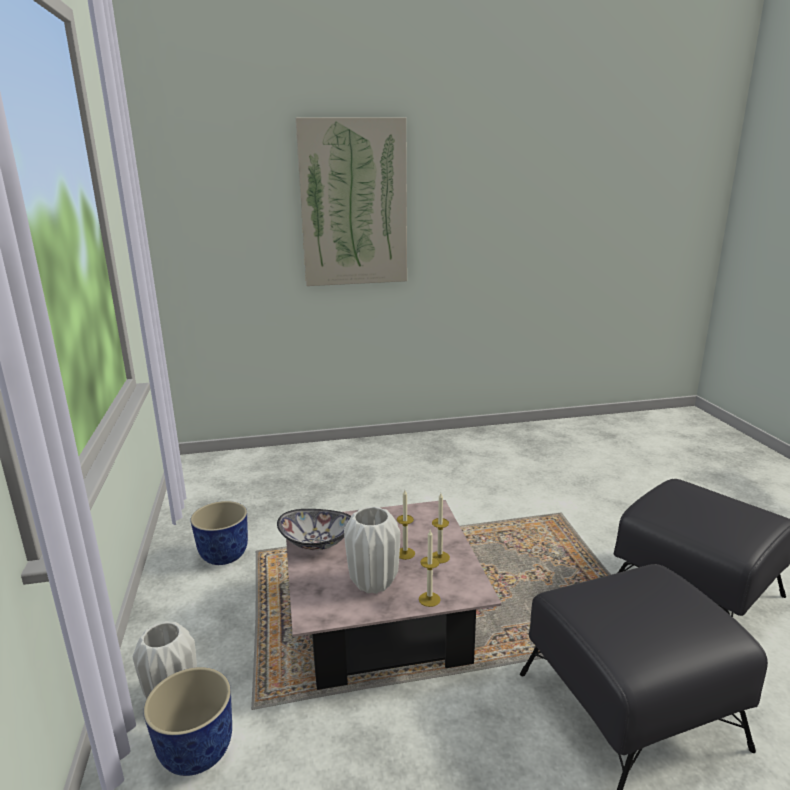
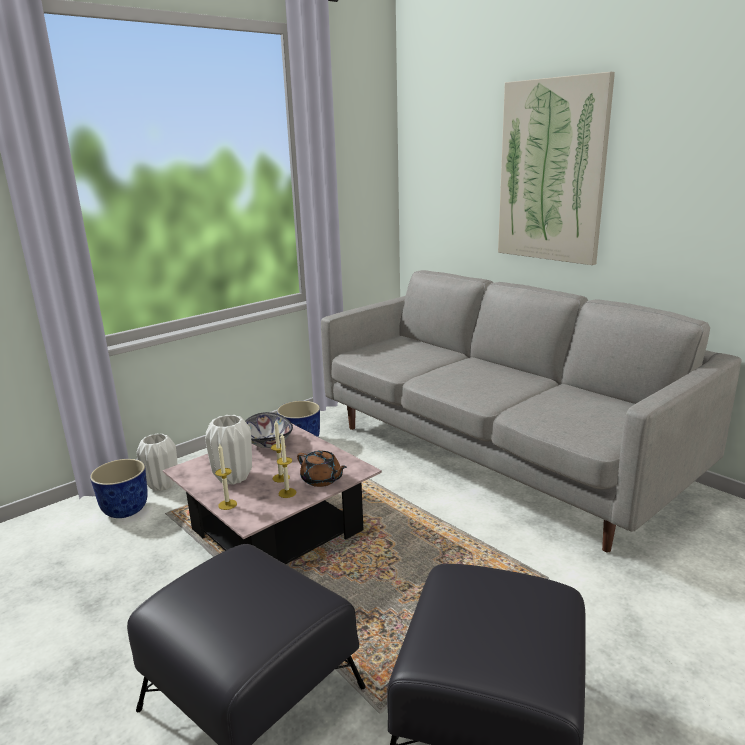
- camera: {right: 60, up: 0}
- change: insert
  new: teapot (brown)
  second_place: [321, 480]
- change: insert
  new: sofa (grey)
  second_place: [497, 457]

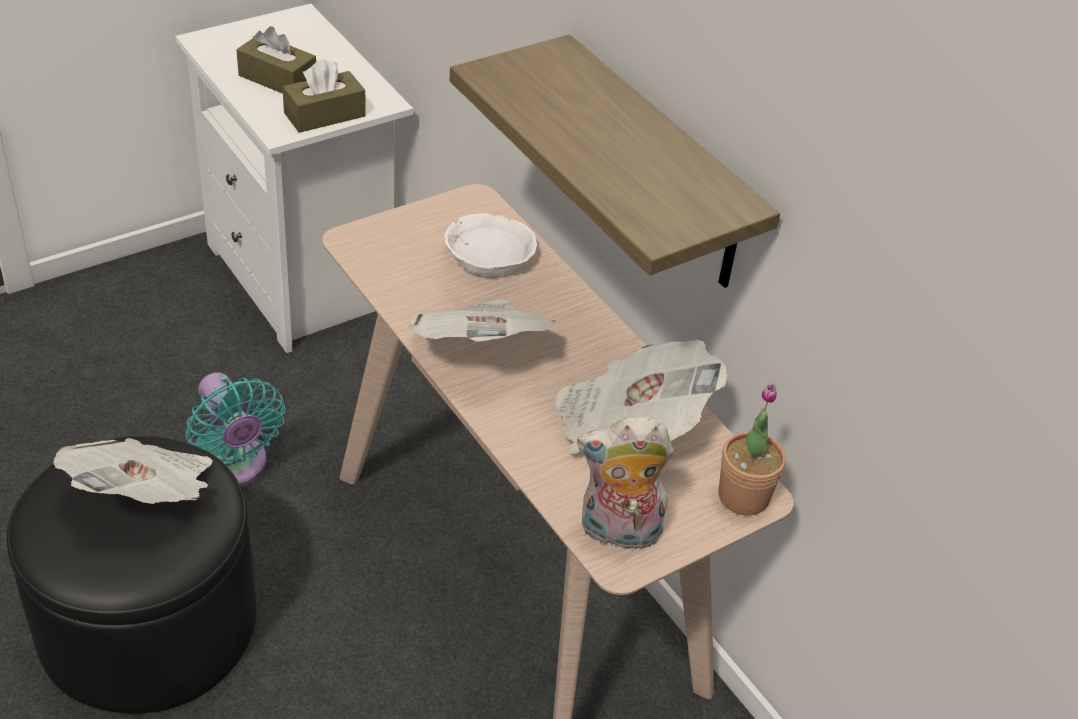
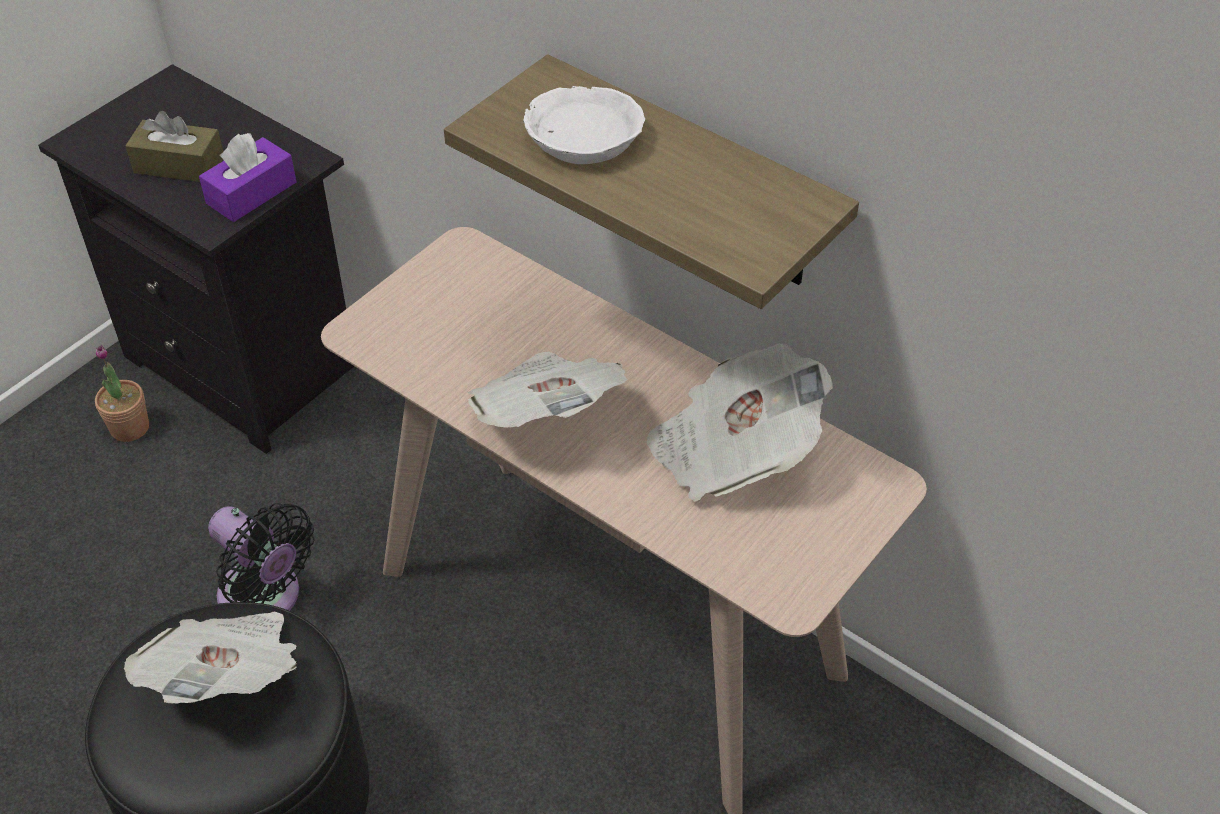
- camera: {right: -15, up: 5}
- change: recolor
  old: nightstand (white)
  new: nightstand (black)
  first_place: [304, 278]
  second_place: [248, 364]
- change: move
  old: potted plant
  first_place: [743, 496]
  second_place: [130, 428]
- change: recolor
  old: tissue box (brown)
  new: tissue box (purple)
  first_place: [324, 115]
  second_place: [251, 193]
- change: recolor
  old: fan (turquoise)
  new: fan (black)
  first_place: [233, 467]
  second_place: [265, 599]
- change: move
  old: bowl (white)
  first_place: [490, 254]
  second_place: [584, 136]
- change: delete
  old: plush toy
  first_place: [618, 533]

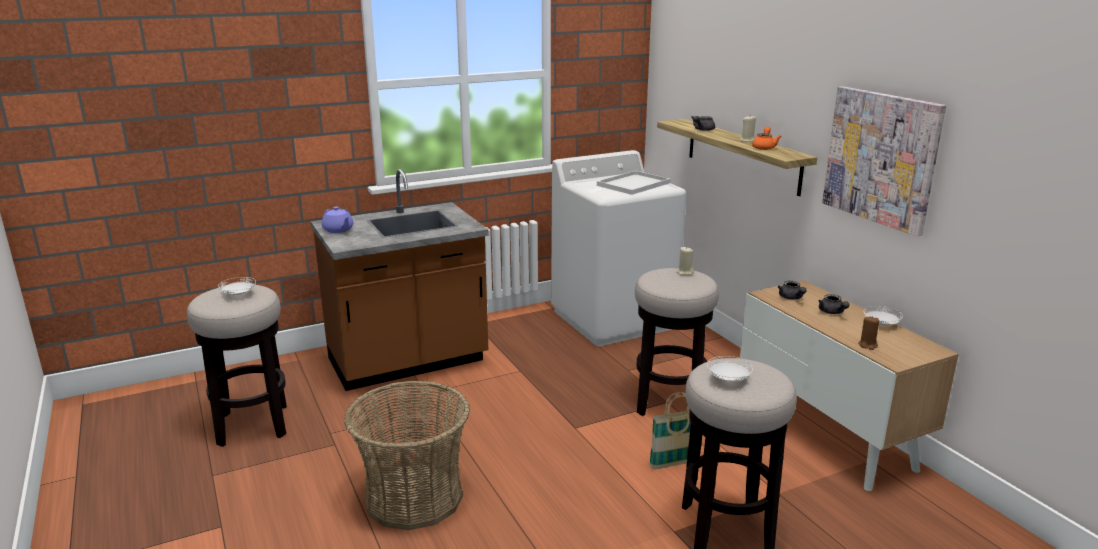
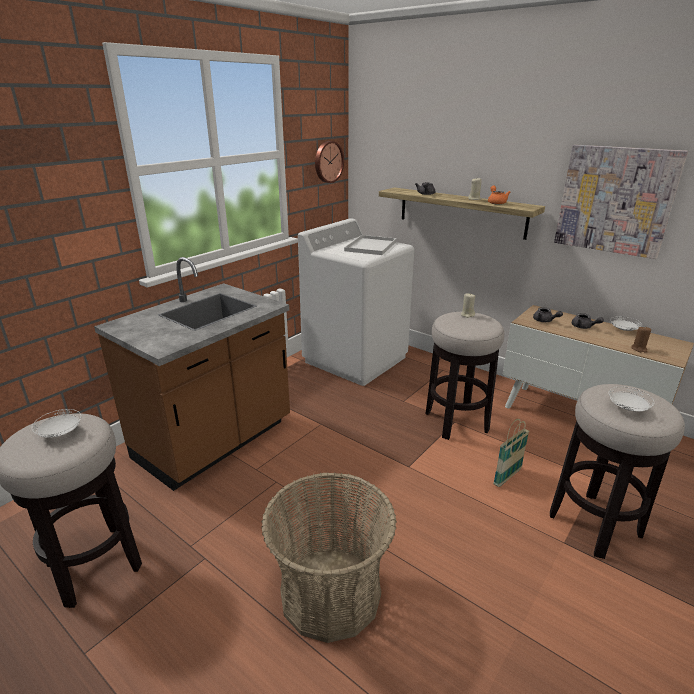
- camera: {right: -25, up: 5}
- change: insert
  new: wall clock
  second_place: [328, 162]
- change: delete
  old: teapot (purple)
  first_place: [338, 230]

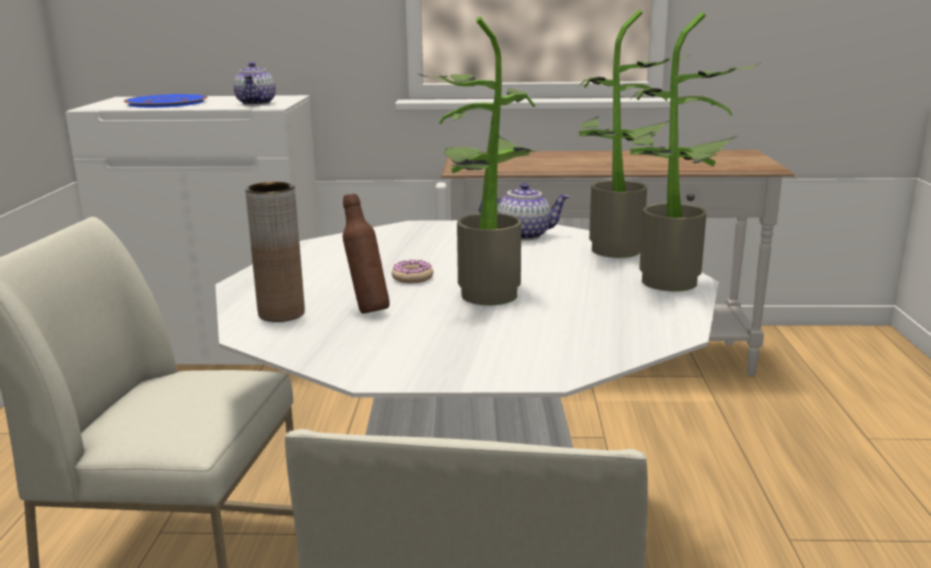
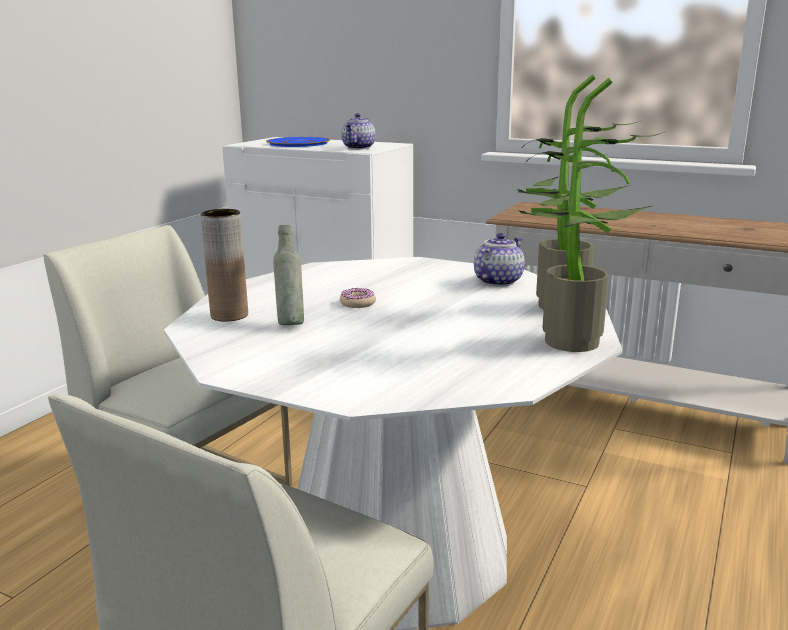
- camera: {right: 25, up: 0}
- change: recolor
  old: bottle (brown)
  new: bottle (grey)
  first_place: [367, 310]
  second_place: [290, 323]
- change: rotate
  old: teapot
  first_place: [524, 235]
  second_place: [497, 281]
  degrees: -75
- change: delete
  old: potted plant
  first_place: [484, 292]

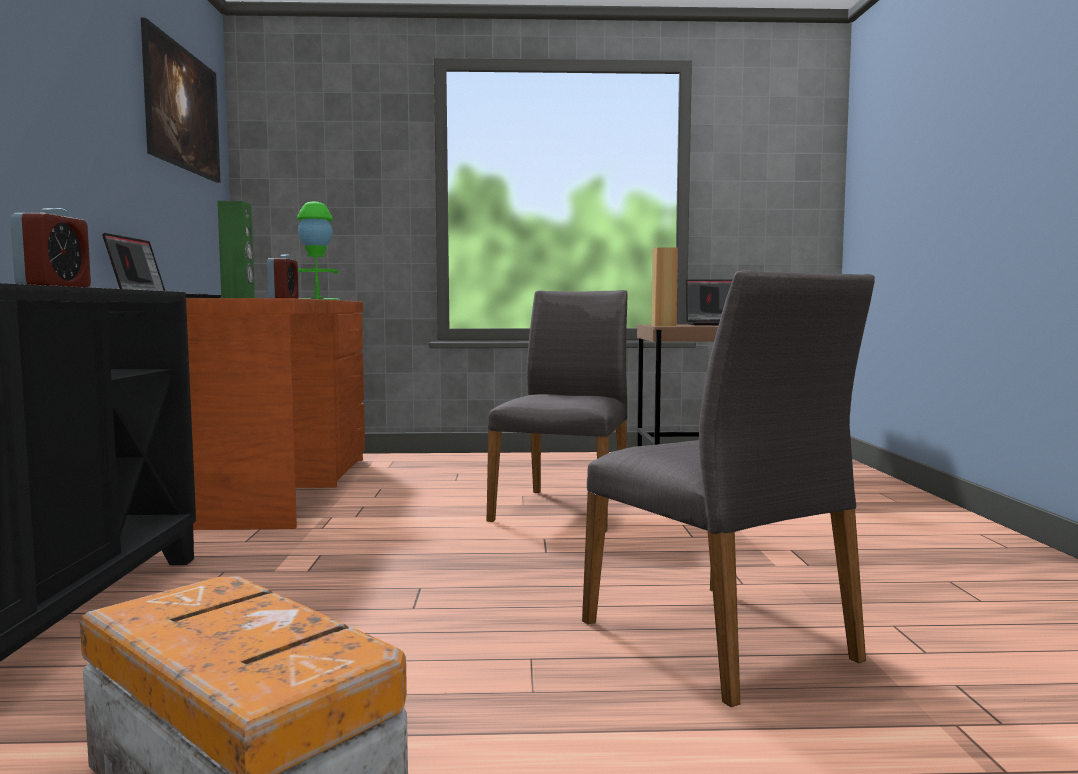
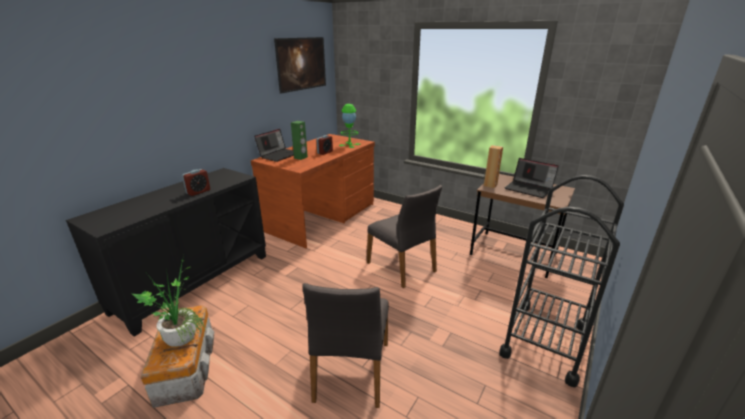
- camera: {right: 35, up: 20}
- change: insert
  new: potted plant
  second_place: [181, 336]
- change: rotate
  old: chair (grey)
  first_place: [564, 509]
  second_place: [402, 267]
  degrees: 90
- change: insert
  new: cart (black)
  second_place: [545, 340]

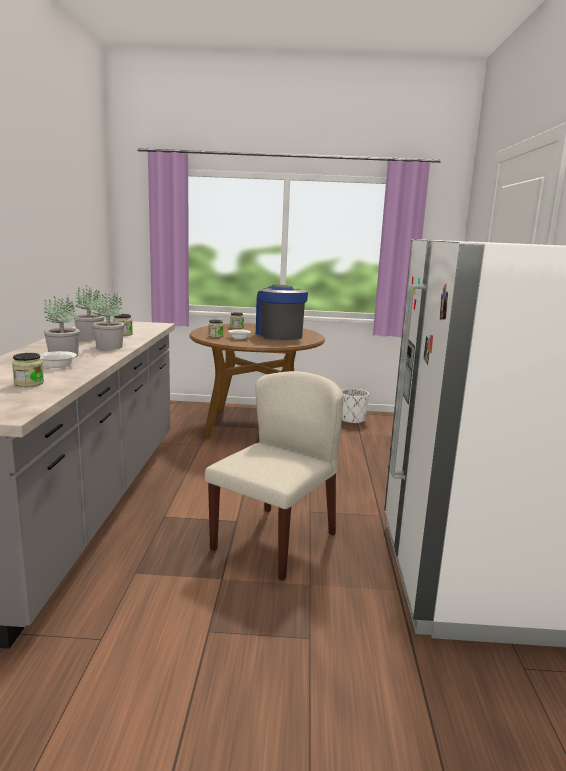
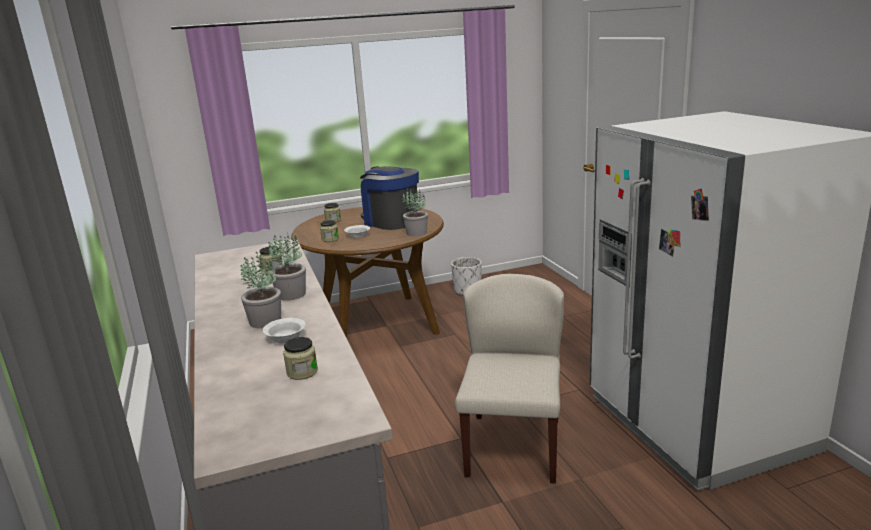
- camera: {right: -20, up: 5}
- change: move
  old: potted plant
  first_place: [89, 337]
  second_place: [416, 233]

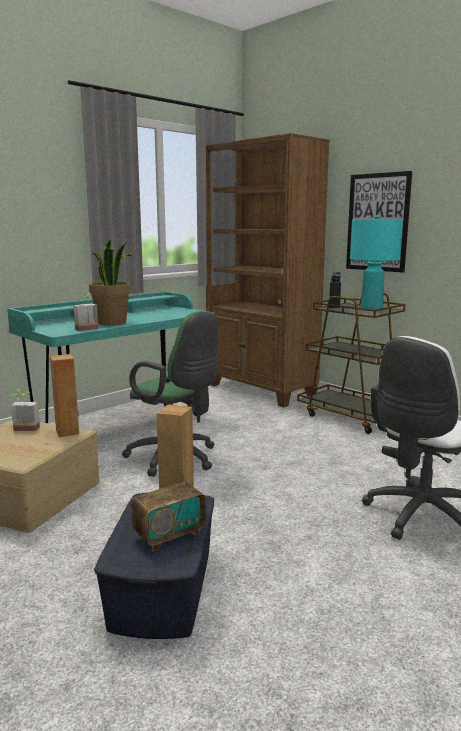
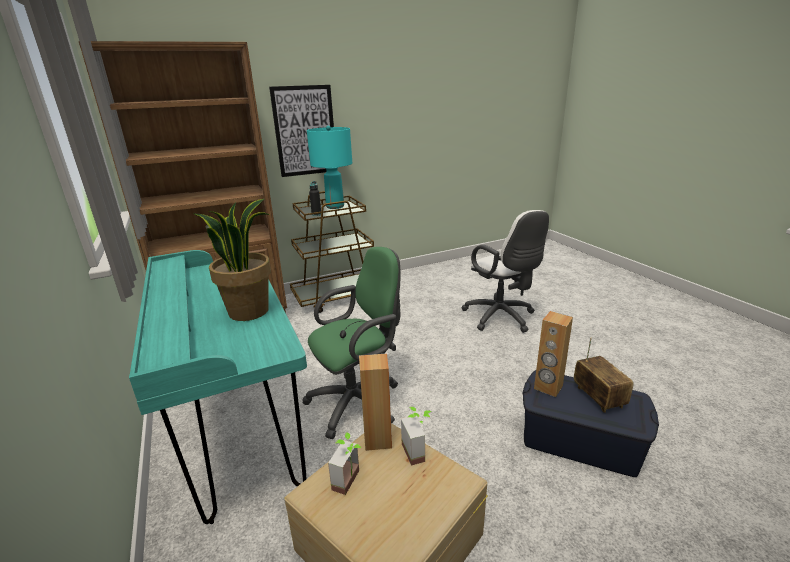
- camera: {right: -70, up: 10}
- change: move
  old: potted plant
  first_place: [88, 329]
  second_place: [418, 451]

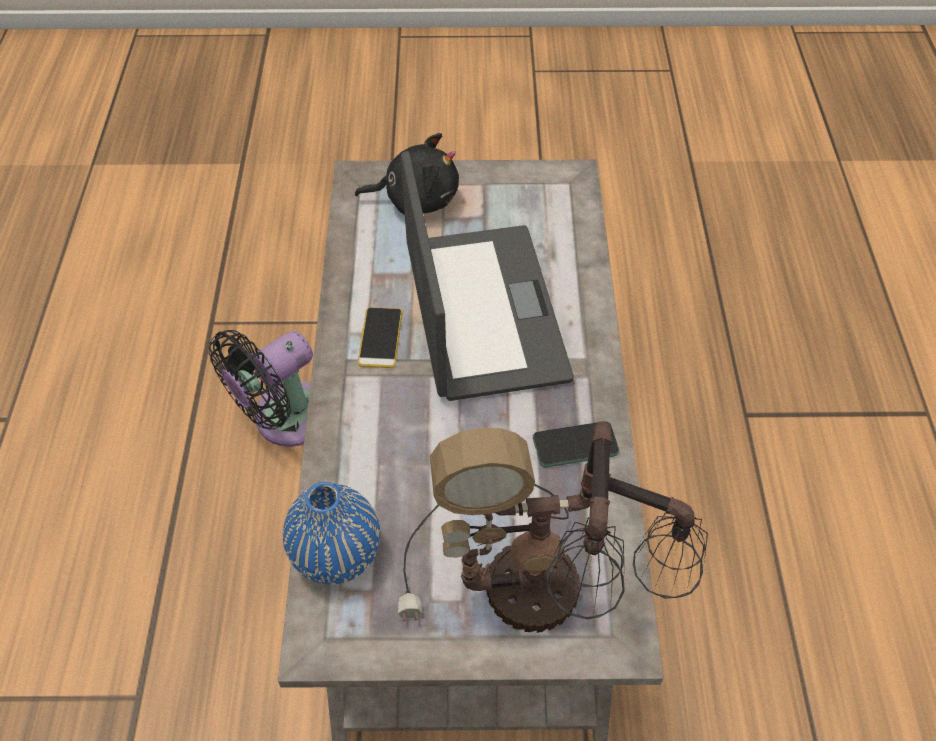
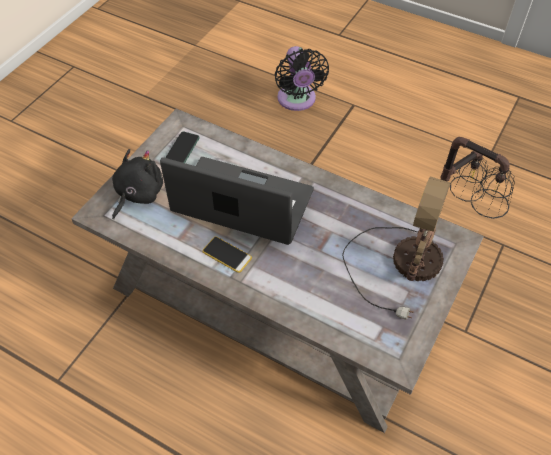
- camera: {right: -60, up: 0}
- change: move
  old: phone
  first_place: [575, 445]
  second_place: [182, 148]
- change: move
  old: fan (black)
  first_place: [285, 419]
  second_place: [297, 100]
- change: delete
  old: vase (blue)
  first_place: [336, 554]

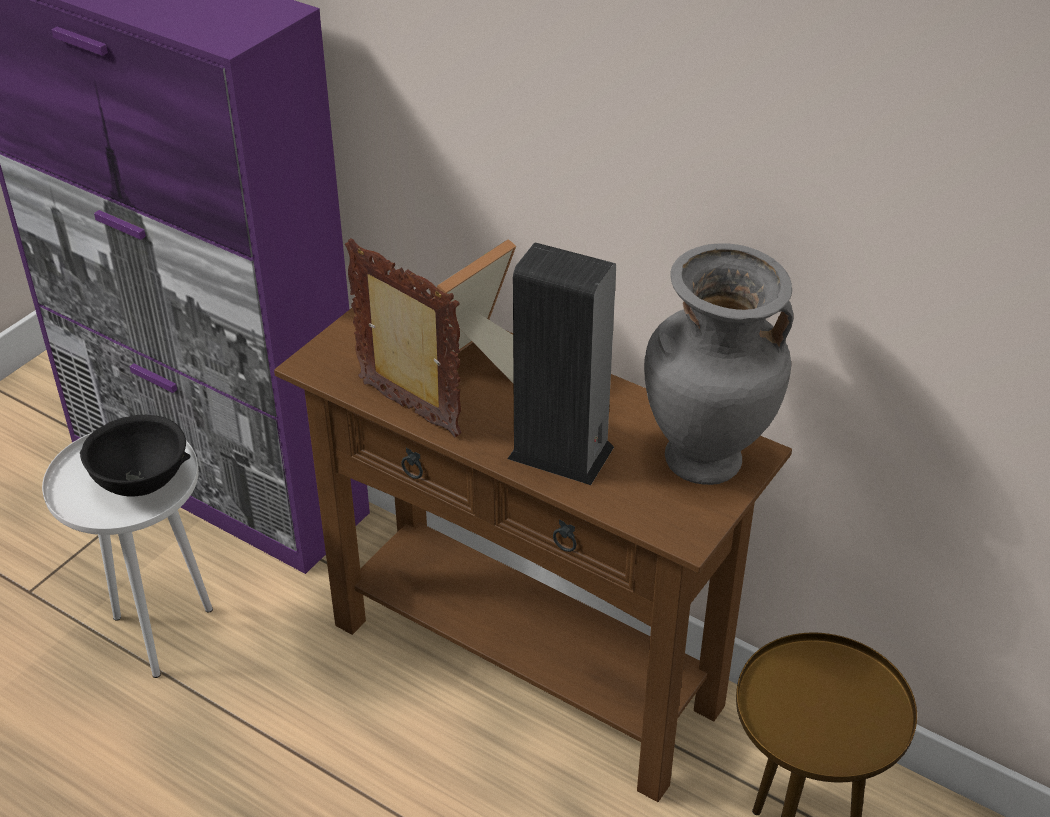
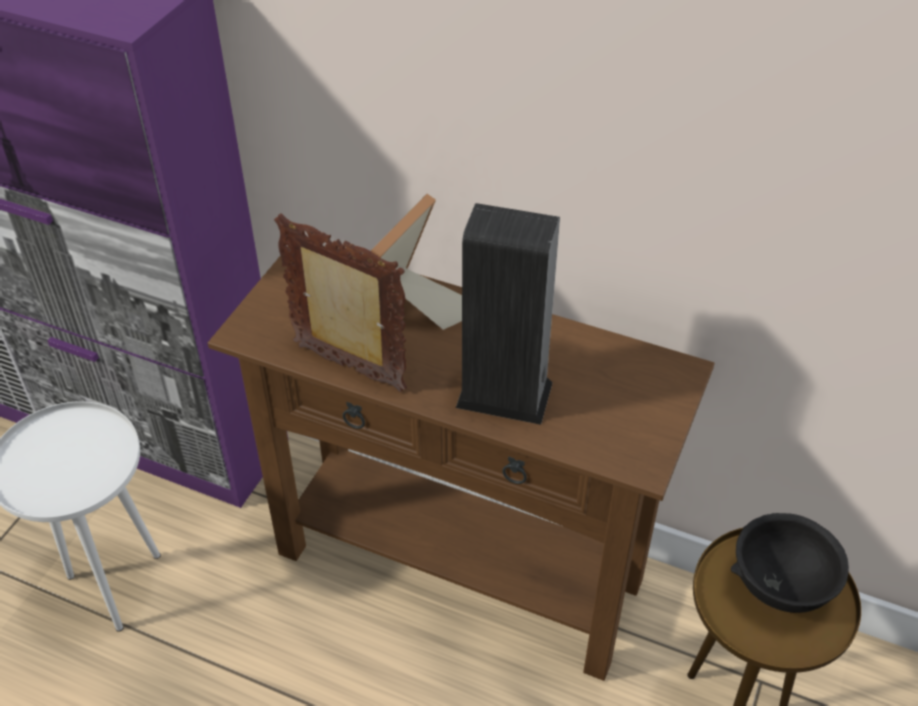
- camera: {right: -10, up: 5}
- change: move
  old: bowl (black)
  first_place: [141, 482]
  second_place: [779, 586]
- change: delete
  old: vase (grey)
  first_place: [705, 464]

